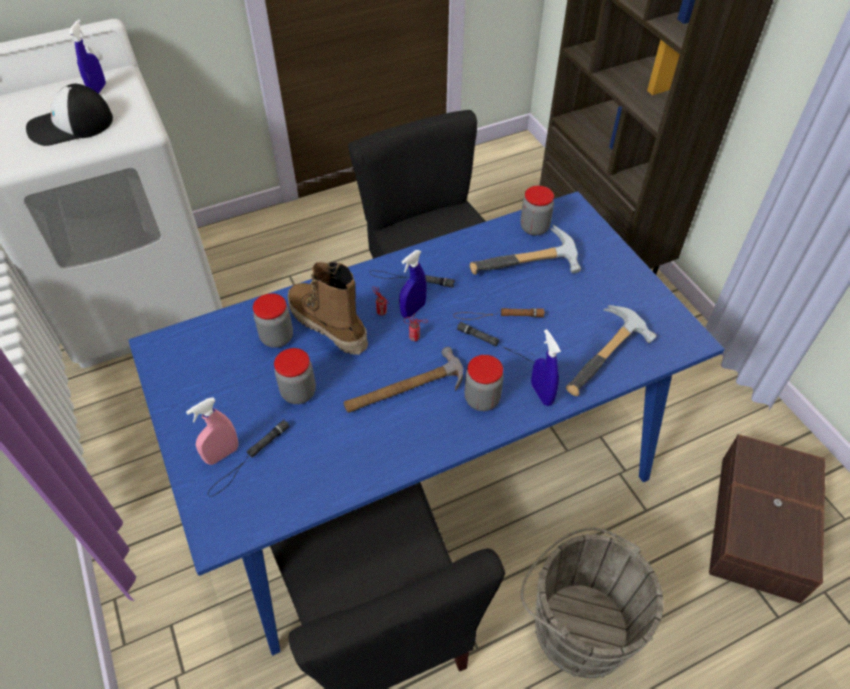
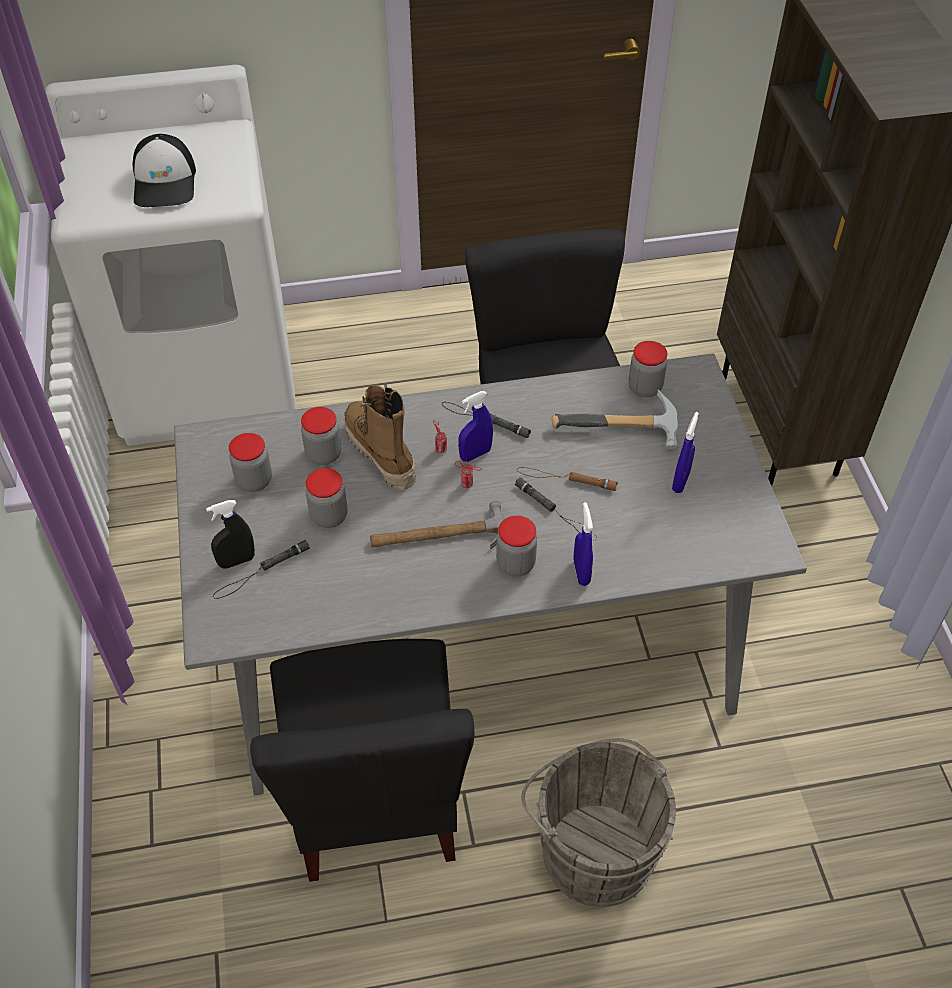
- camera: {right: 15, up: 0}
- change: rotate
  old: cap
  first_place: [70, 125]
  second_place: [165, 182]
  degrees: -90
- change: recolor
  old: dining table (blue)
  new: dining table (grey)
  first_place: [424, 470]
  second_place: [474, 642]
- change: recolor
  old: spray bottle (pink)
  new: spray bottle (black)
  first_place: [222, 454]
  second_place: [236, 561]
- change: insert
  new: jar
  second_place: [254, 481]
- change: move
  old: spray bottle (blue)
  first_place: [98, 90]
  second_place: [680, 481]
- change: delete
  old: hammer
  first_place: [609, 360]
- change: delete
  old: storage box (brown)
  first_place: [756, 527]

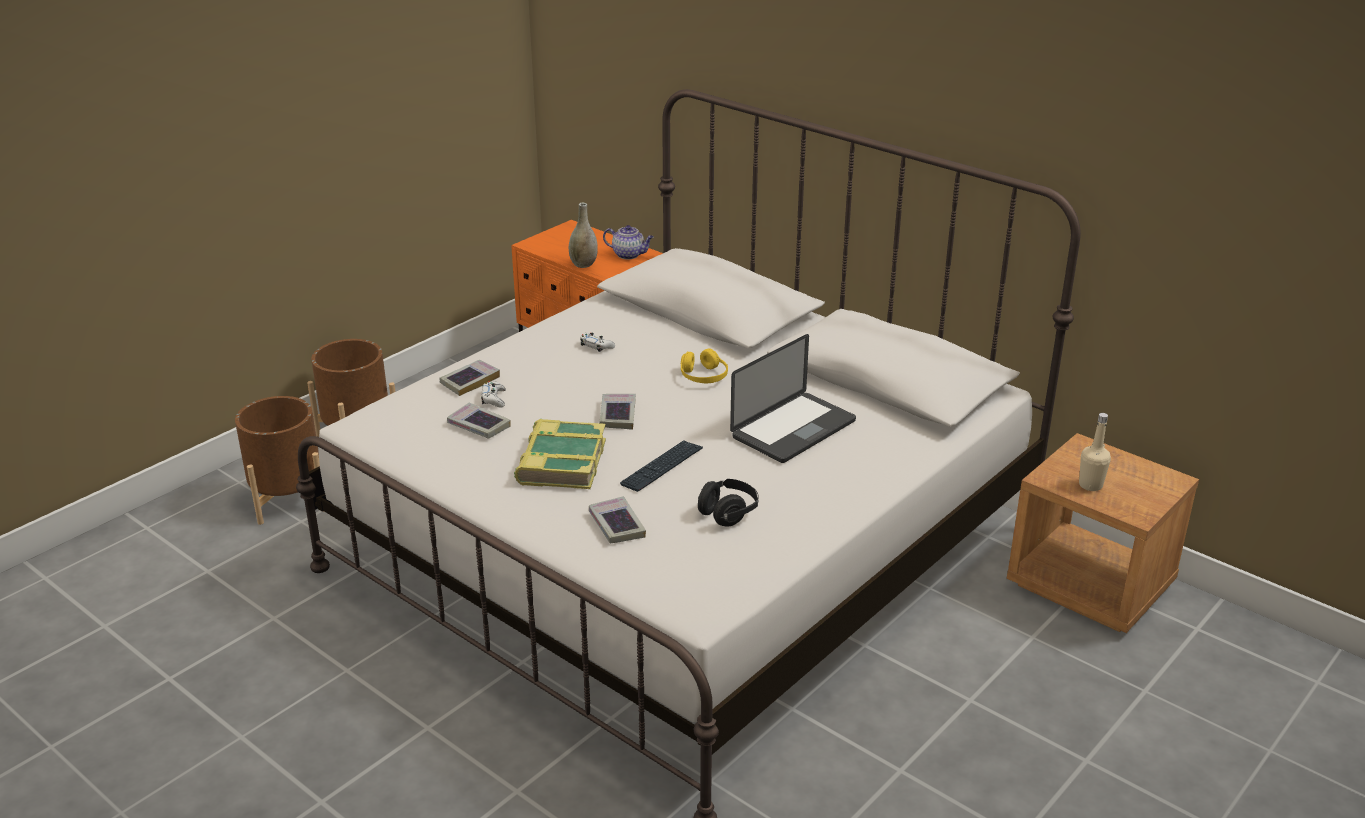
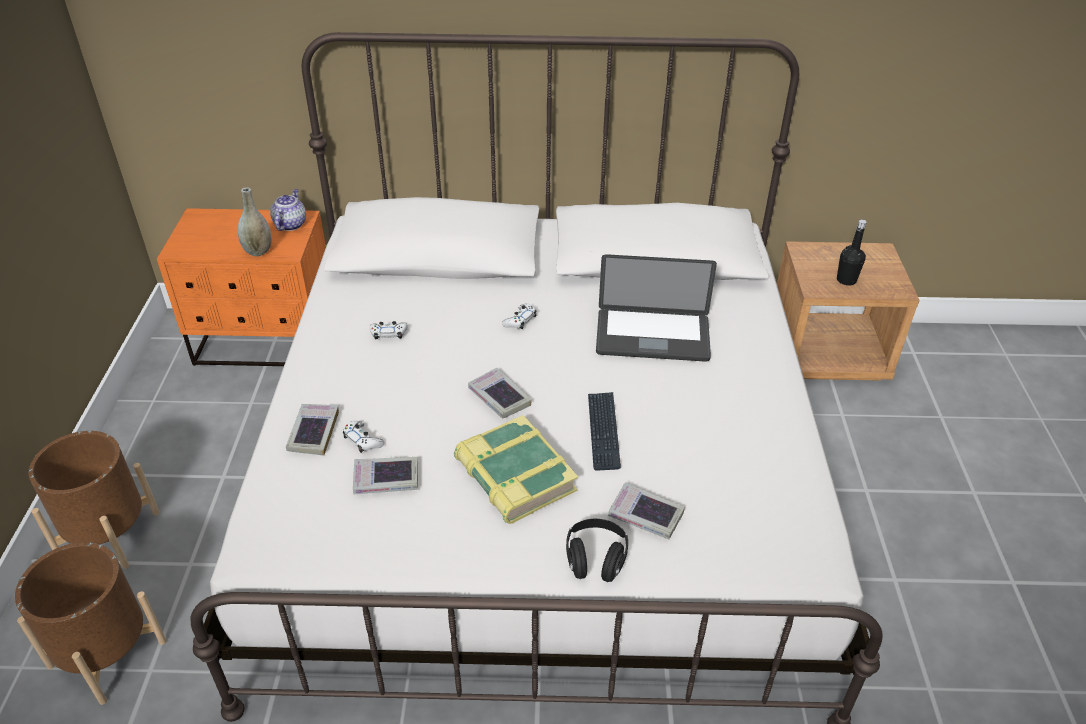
- camera: {right: -40, up: 10}
- change: rotate
  old: teapot
  first_place: [629, 255]
  second_place: [290, 224]
  degrees: -60
- change: replace
  old: headphones (yellow)
  new: game controller (white)
  first_place: [703, 376]
  second_place: [520, 320]
- change: move
  old: headphones (black)
  first_place: [728, 513]
  second_place: [595, 560]
- change: rotate
  old: laptop
  first_place: [793, 429]
  second_place: [652, 337]
  degrees: 90
- change: recolor
  old: bottle (beige)
  new: bottle (black)
  first_place: [1090, 485]
  second_place: [846, 280]

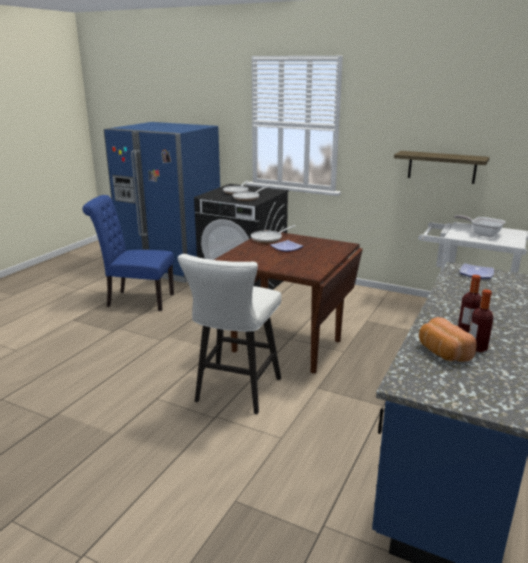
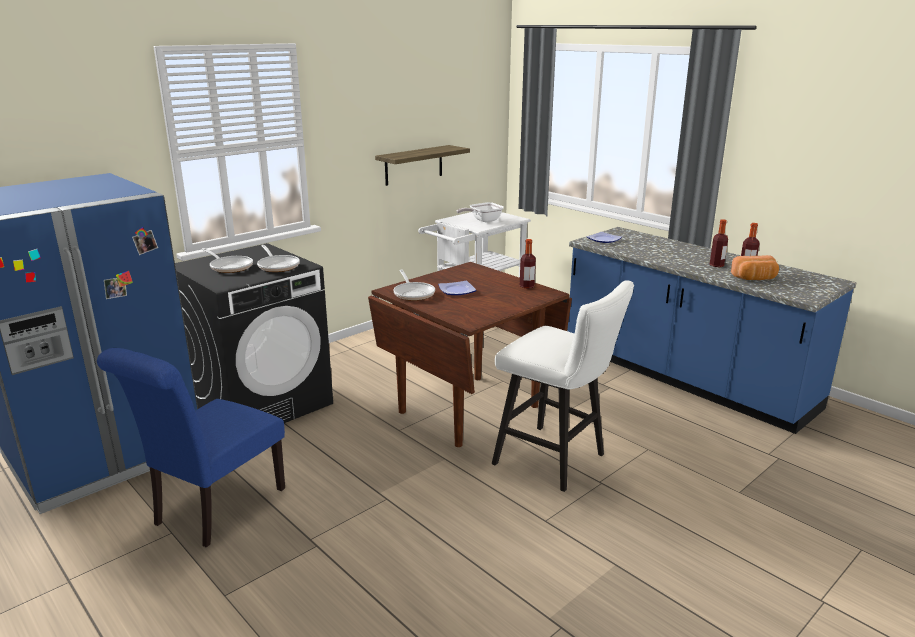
- camera: {right: -70, up: 0}
- change: insert
  new: bottle
  second_place: [527, 286]

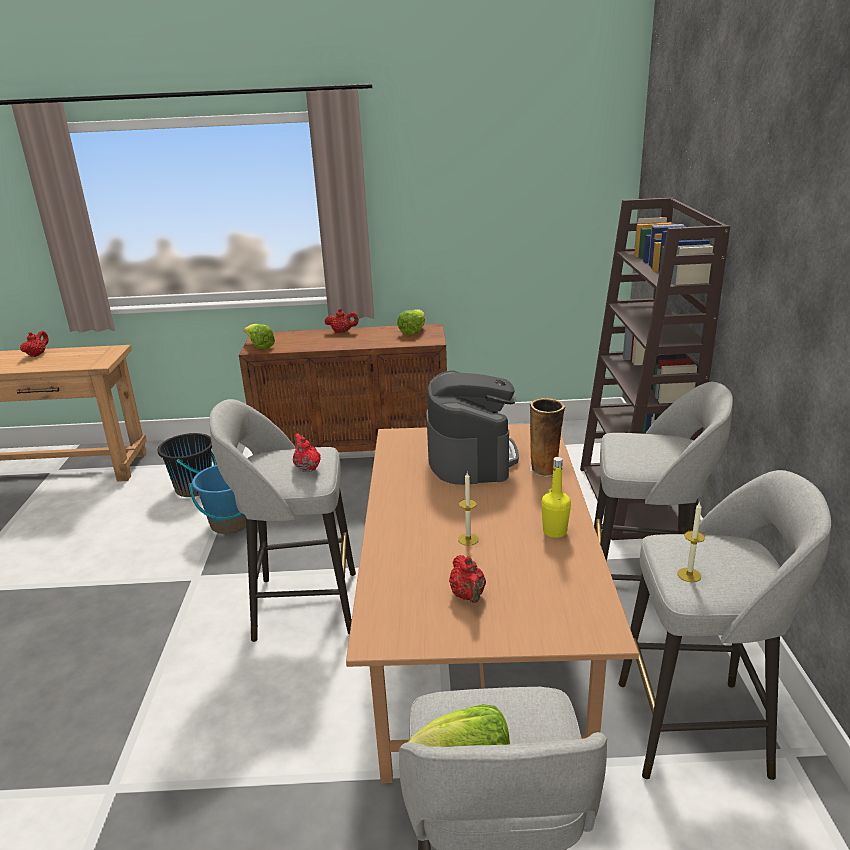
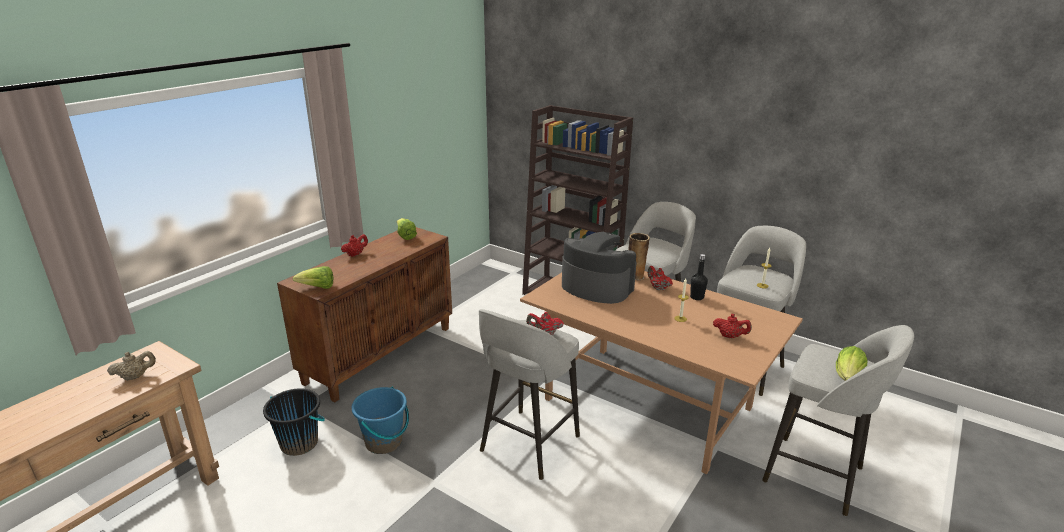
- camera: {right: -55, up: 0}
- change: insert
  new: teapot (beige)
  second_place: [135, 377]
- change: move
  old: teapot (red)
  first_place: [37, 355]
  second_place: [658, 288]
- change: recolor
  old: bottle (yellow)
  new: bottle (black)
  first_place: [554, 531]
  second_place: [696, 297]

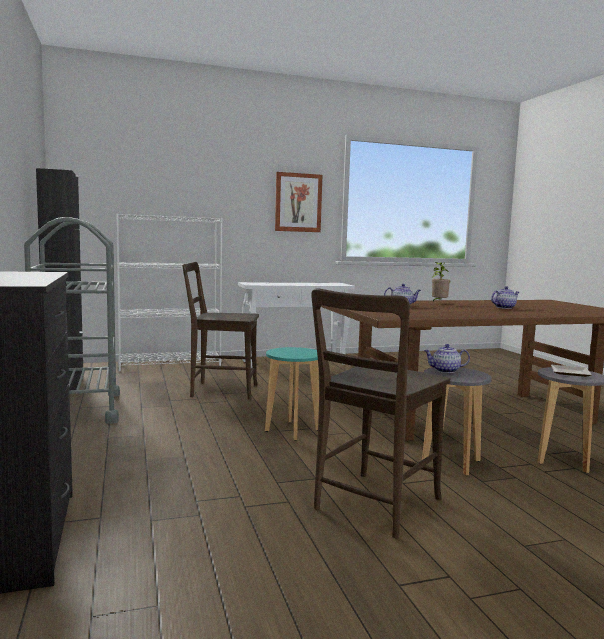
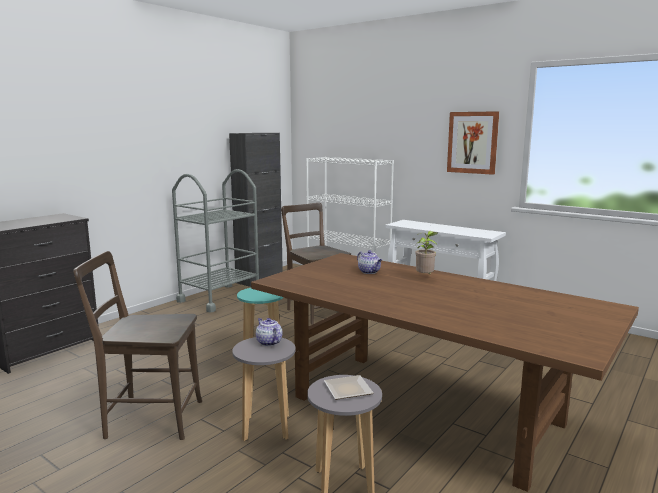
- camera: {right: 55, up: 5}
- change: delete
  old: teapot
  first_place: [504, 307]

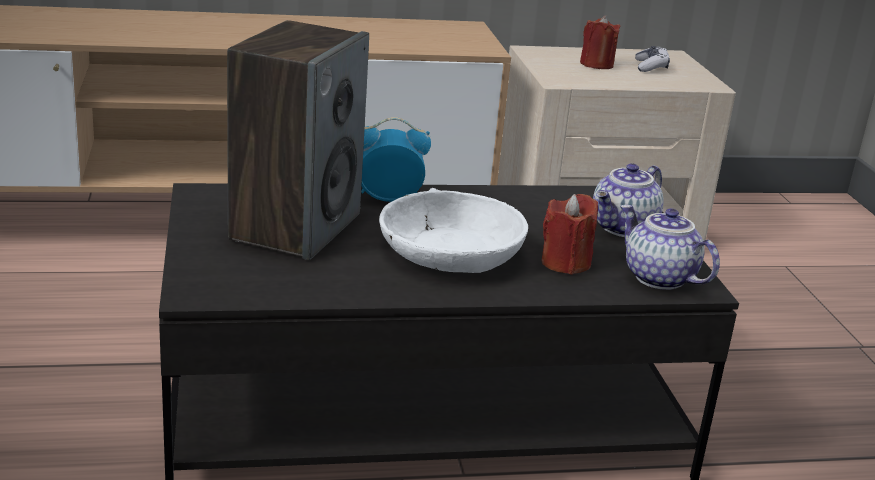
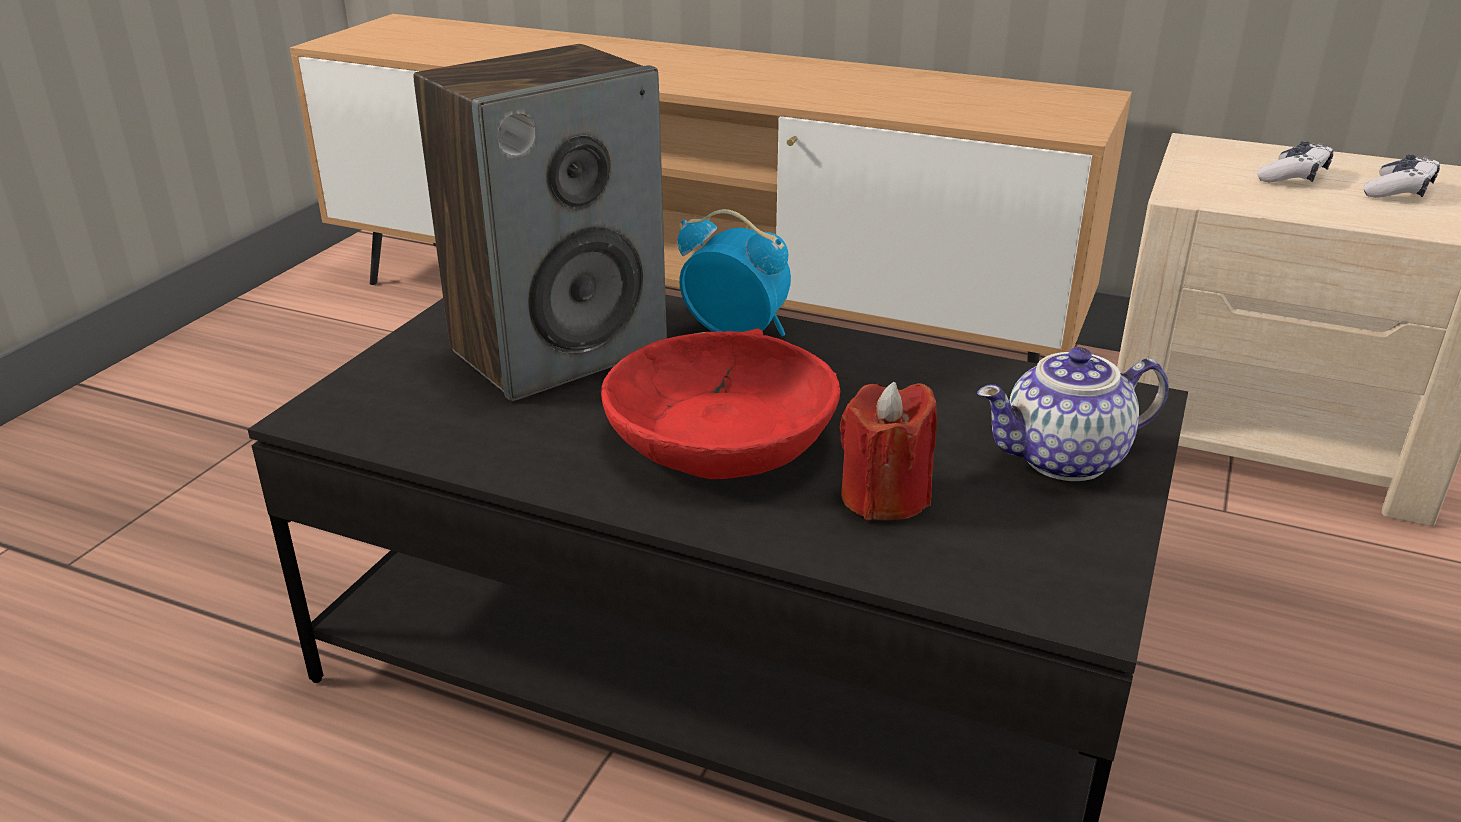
- camera: {right: 35, up: 5}
- change: recolor
  old: bowl (white)
  new: bowl (red)
  first_place: [450, 252]
  second_place: [720, 435]
- change: replace
  old: candle (red)
  new: game controller
  first_place: [596, 64]
  second_place: [1293, 176]
- change: delete
  old: teapot
  first_place: [657, 278]

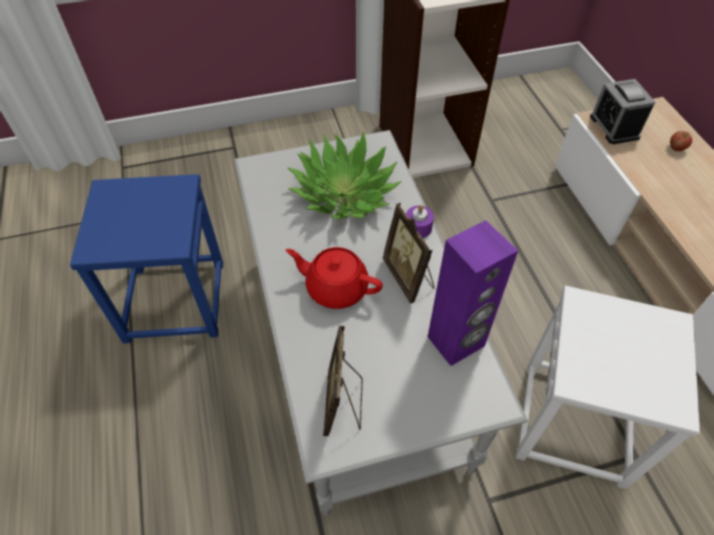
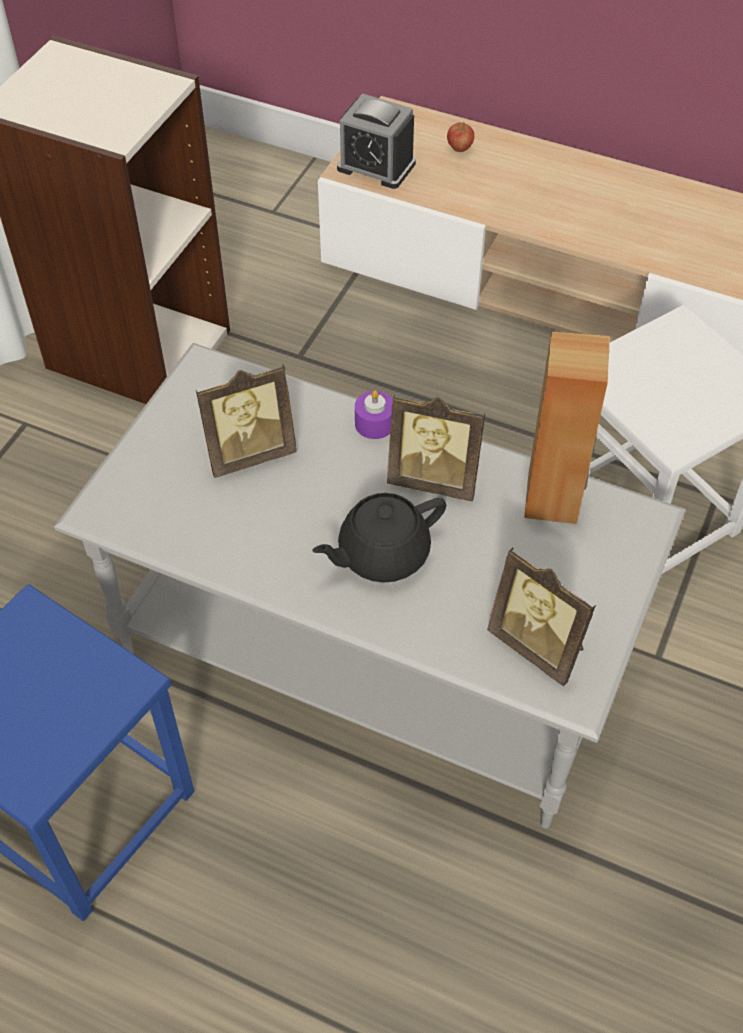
- camera: {right: -50, up: 0}
- change: replace
  old: potted plant
  new: picture frame
  first_place: [344, 193]
  second_place: [249, 453]
- change: recolor
  old: teapot (red)
  new: teapot (black)
  first_place: [335, 288]
  second_place: [381, 554]
- change: recolor
  old: speaker (purple)
  new: speaker (brown)
  first_place: [456, 342]
  second_place: [553, 498]

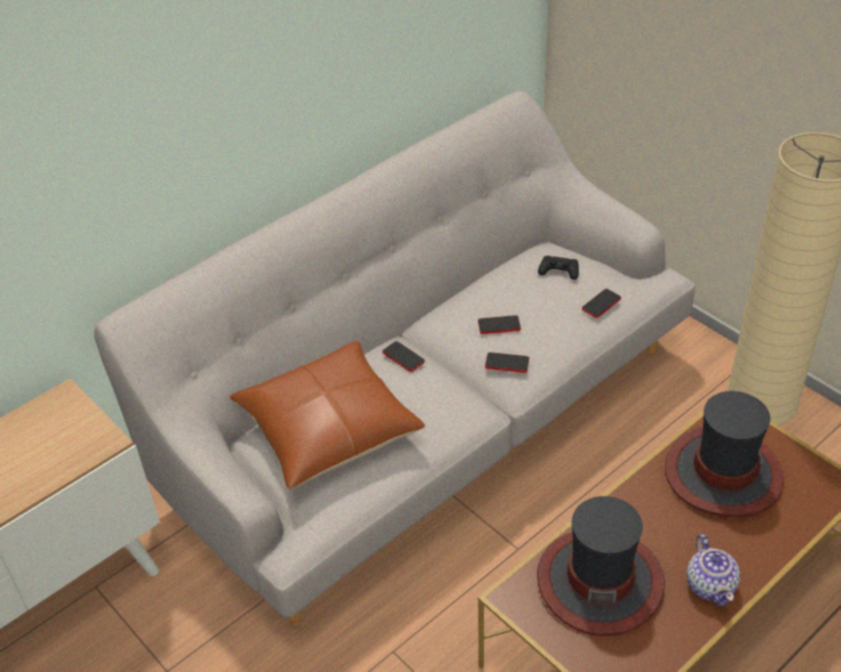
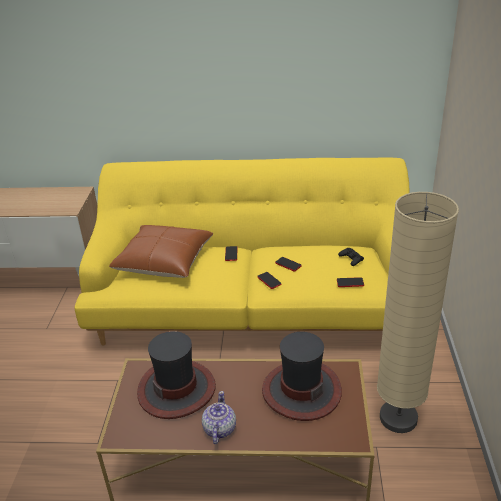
- camera: {right: 45, up: -10}
- change: recolor
  old: sofa (grey)
  new: sofa (yellow)
  first_place: [424, 419]
  second_place: [253, 306]
- change: rotate
  old: teapot
  first_place: [710, 585]
  second_place: [219, 429]
  degrees: 150

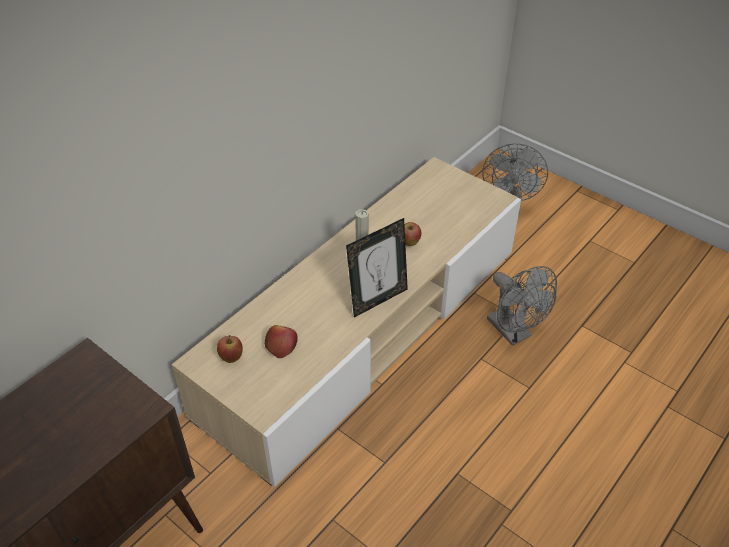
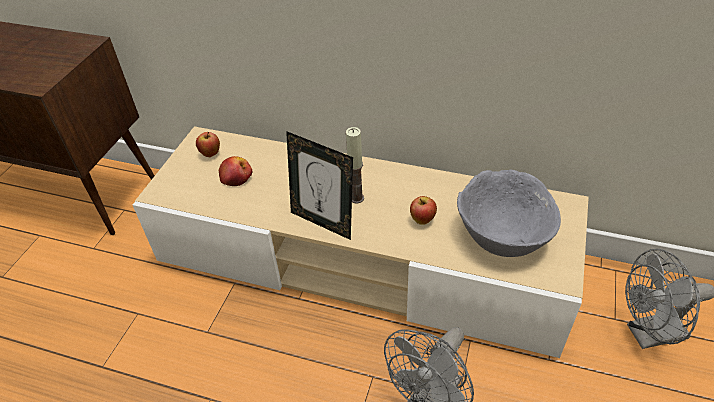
- camera: {right: 70, up: 0}
- change: insert
  new: bowl (grey)
  second_place: [504, 233]

